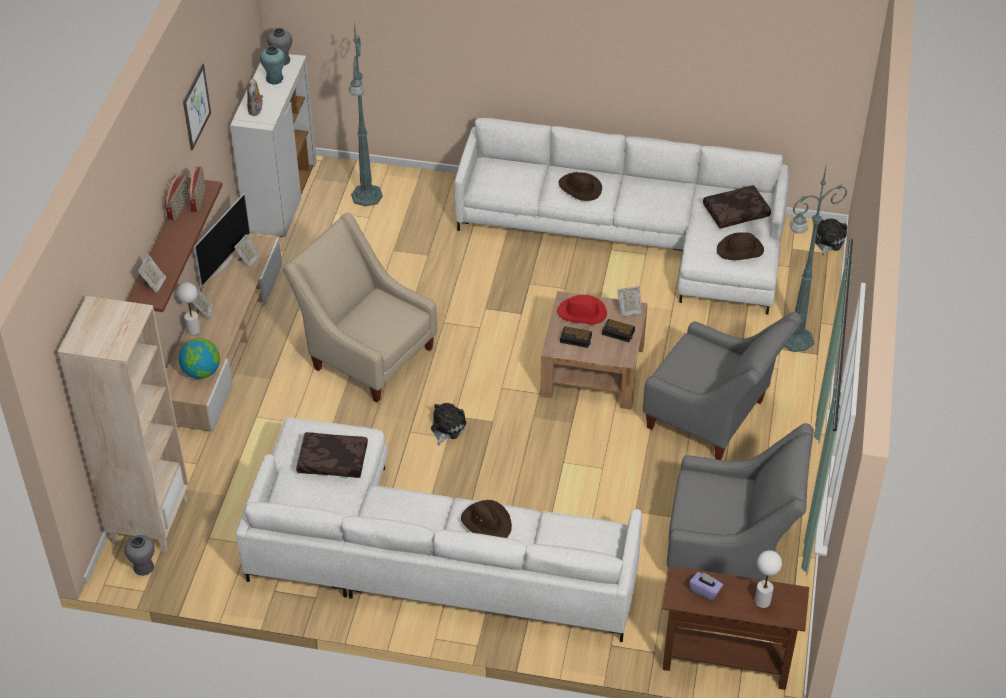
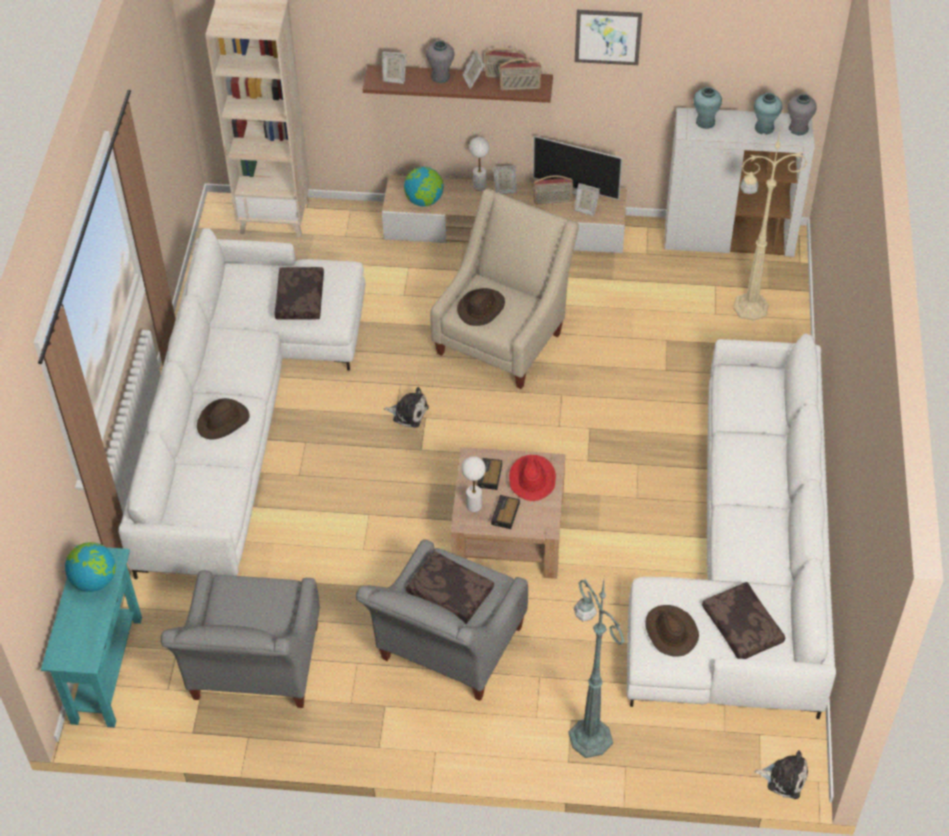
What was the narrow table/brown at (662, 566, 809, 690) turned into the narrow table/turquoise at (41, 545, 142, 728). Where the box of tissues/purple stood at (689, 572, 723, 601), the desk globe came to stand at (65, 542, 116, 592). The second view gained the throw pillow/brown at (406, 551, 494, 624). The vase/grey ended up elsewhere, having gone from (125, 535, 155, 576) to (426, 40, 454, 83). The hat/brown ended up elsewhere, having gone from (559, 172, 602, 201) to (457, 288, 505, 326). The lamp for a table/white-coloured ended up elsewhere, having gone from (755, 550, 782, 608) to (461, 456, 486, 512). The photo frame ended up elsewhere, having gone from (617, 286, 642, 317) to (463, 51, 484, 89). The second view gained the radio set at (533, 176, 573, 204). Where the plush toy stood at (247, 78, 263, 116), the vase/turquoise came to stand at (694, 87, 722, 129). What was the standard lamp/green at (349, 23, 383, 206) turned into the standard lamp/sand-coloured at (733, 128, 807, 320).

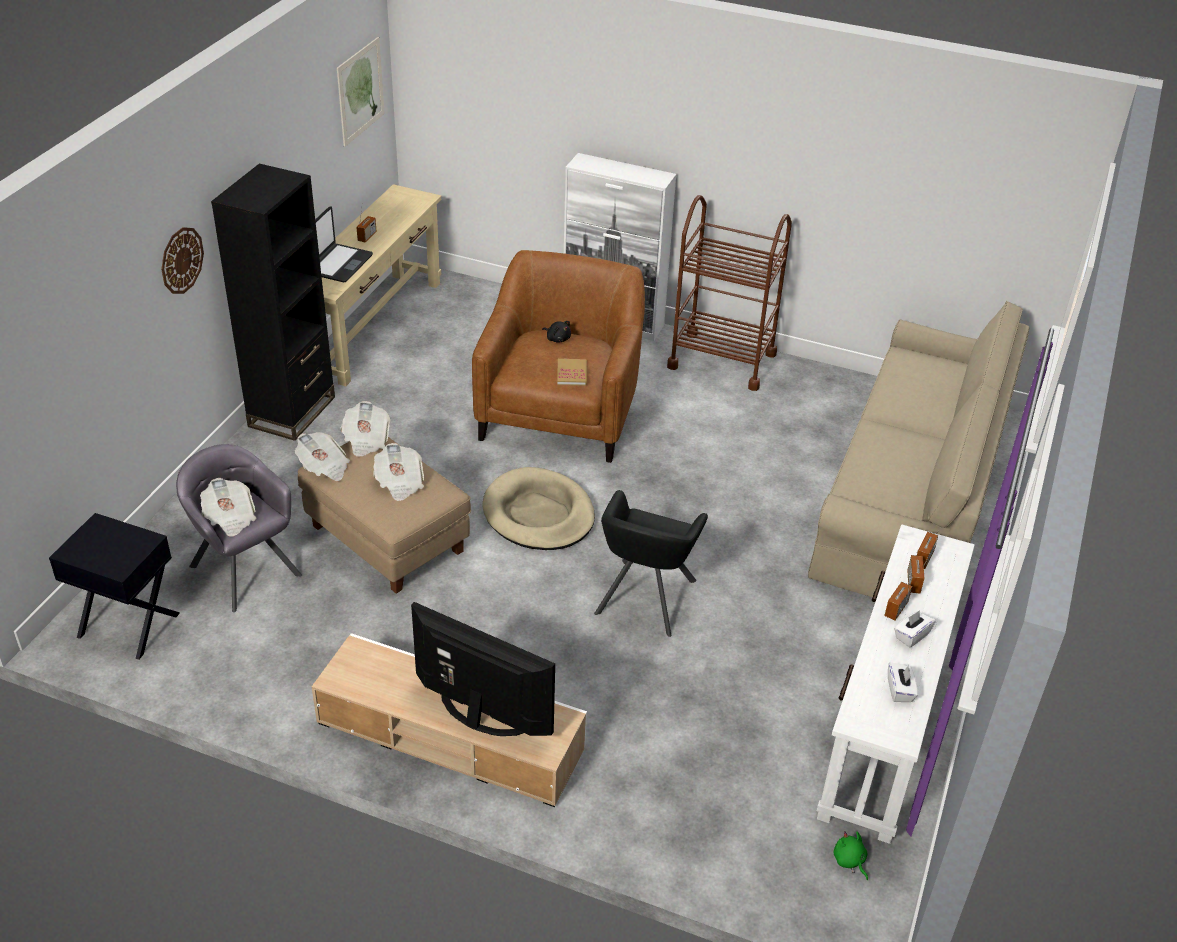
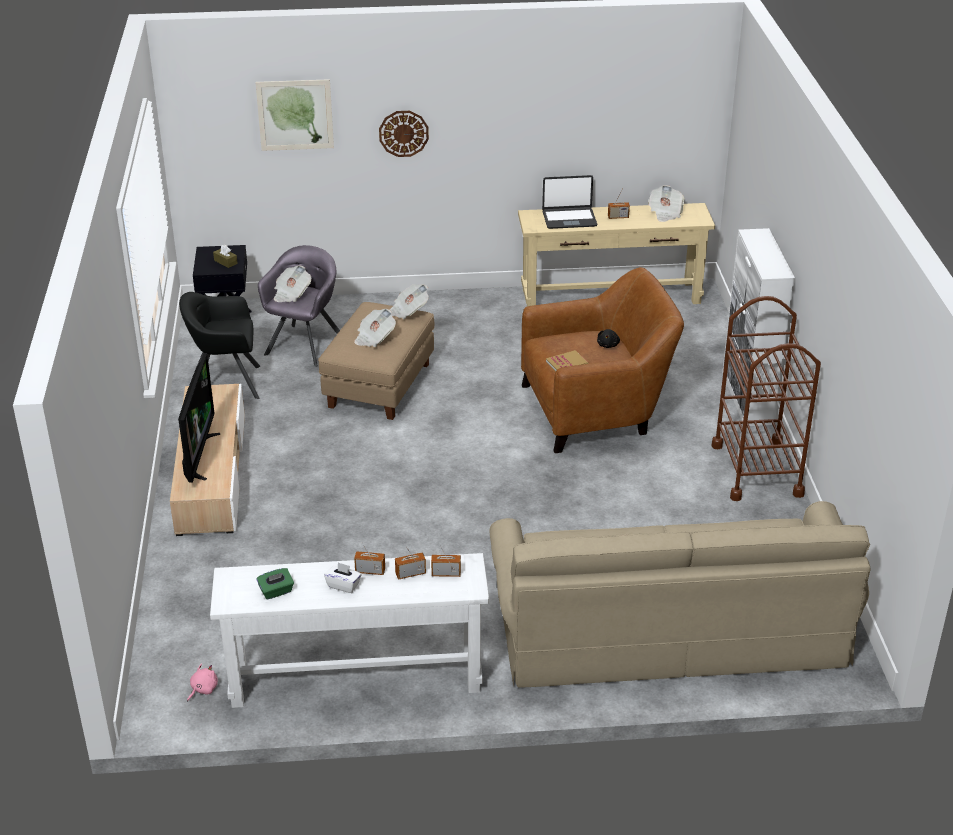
The easy chair/blackish ended up elsewhere, having gone from (594, 490, 708, 637) to (179, 292, 260, 399). What was the plush toy/green at (833, 831, 868, 880) turned into the plush toy/pink at (187, 664, 218, 701). The second view gained the box of tissues/brown at (213, 245, 238, 268). The wall art ended up elsewhere, having gone from (337, 37, 385, 147) to (256, 79, 334, 151). What was the box of tissues/white-coloured at (888, 662, 918, 702) turned into the box of tissues/green at (256, 568, 294, 599). The newspaper ended up elsewhere, having gone from (295, 432, 350, 481) to (648, 185, 685, 222). The second view lost the bookcase/blackish at (211, 164, 335, 441). The second view lost the dog cushion/sand-coloured at (482, 467, 595, 550).

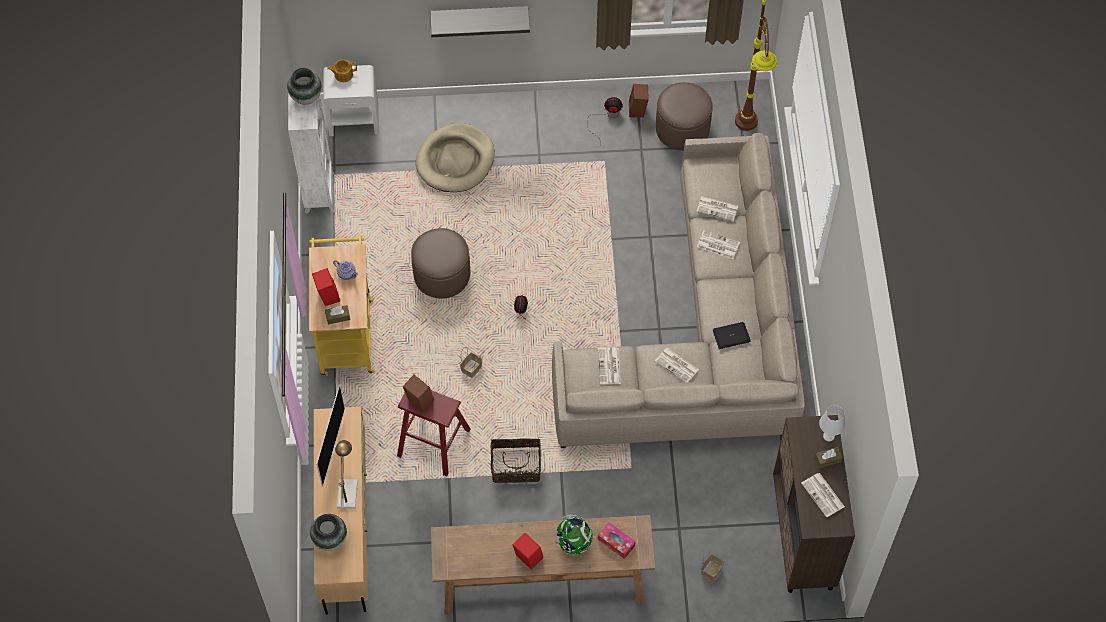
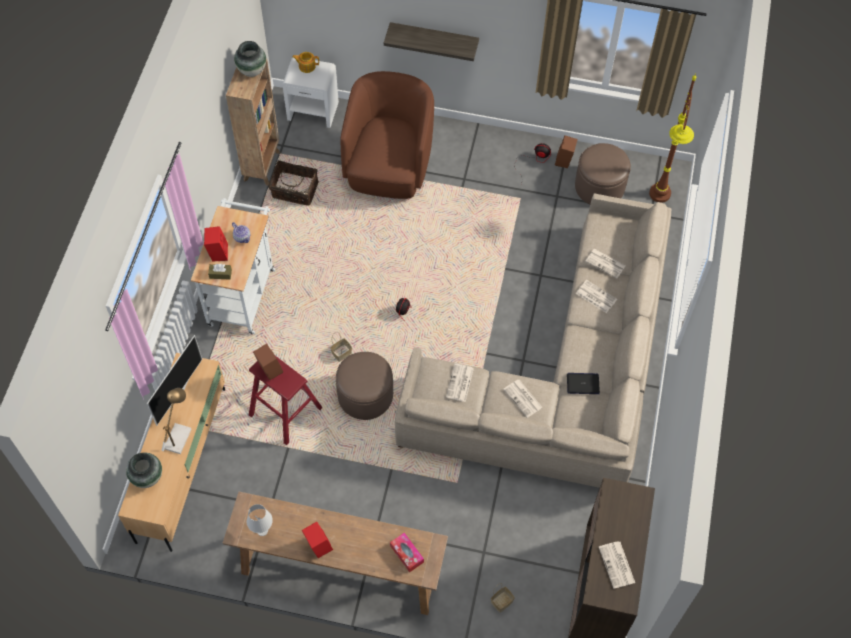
What was the cart/yellowish at (309, 235, 374, 376) turned into the cart/white-coloured at (191, 198, 275, 335). What was the bookcase/white-coloured at (288, 93, 335, 214) turned into the bookcase/brown at (226, 58, 280, 186). The lamp for a table/white-coloured ended up elsewhere, having gone from (819, 405, 846, 441) to (246, 504, 273, 536). The storage basket ended up elsewhere, having gone from (491, 438, 541, 485) to (268, 160, 319, 206). The footrest/brown ended up elsewhere, having gone from (411, 228, 470, 299) to (336, 352, 393, 420). Where the dog cushion/sand-coloured stood at (416, 123, 494, 192), the easy chair/brown came to stand at (340, 71, 434, 199). The second view lost the desk globe at (555, 515, 594, 556). The second view lost the box of tissues/brown at (815, 447, 843, 468).

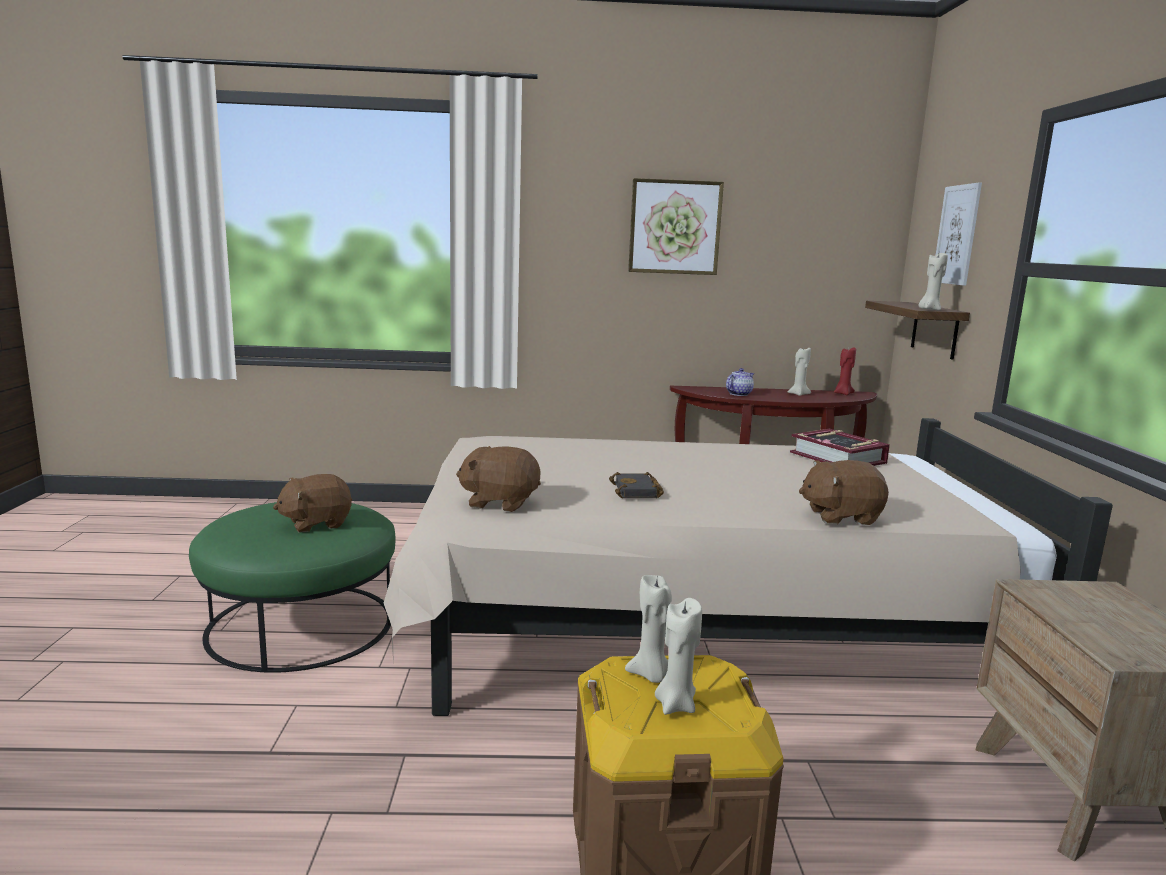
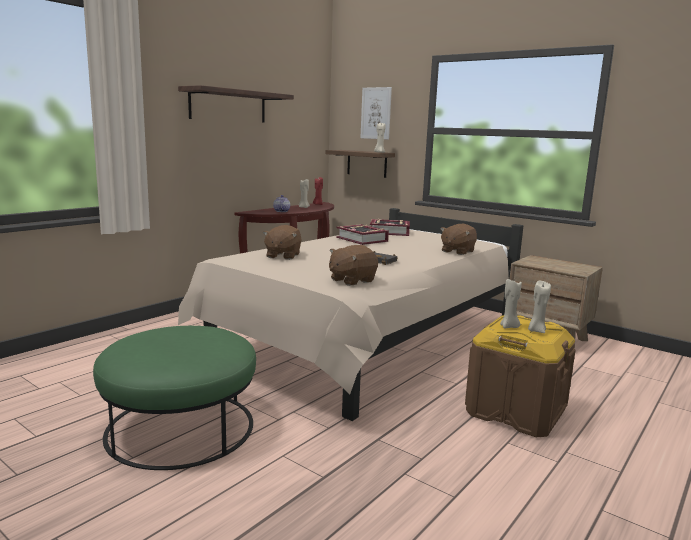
Where the wall art hung at (628, 178, 724, 275), the wall shelf came to hang at (178, 85, 294, 123). The plush toy/brown ended up elsewhere, having gone from (273, 474, 352, 532) to (263, 225, 302, 260). The second view gained the book at (336, 224, 389, 245).

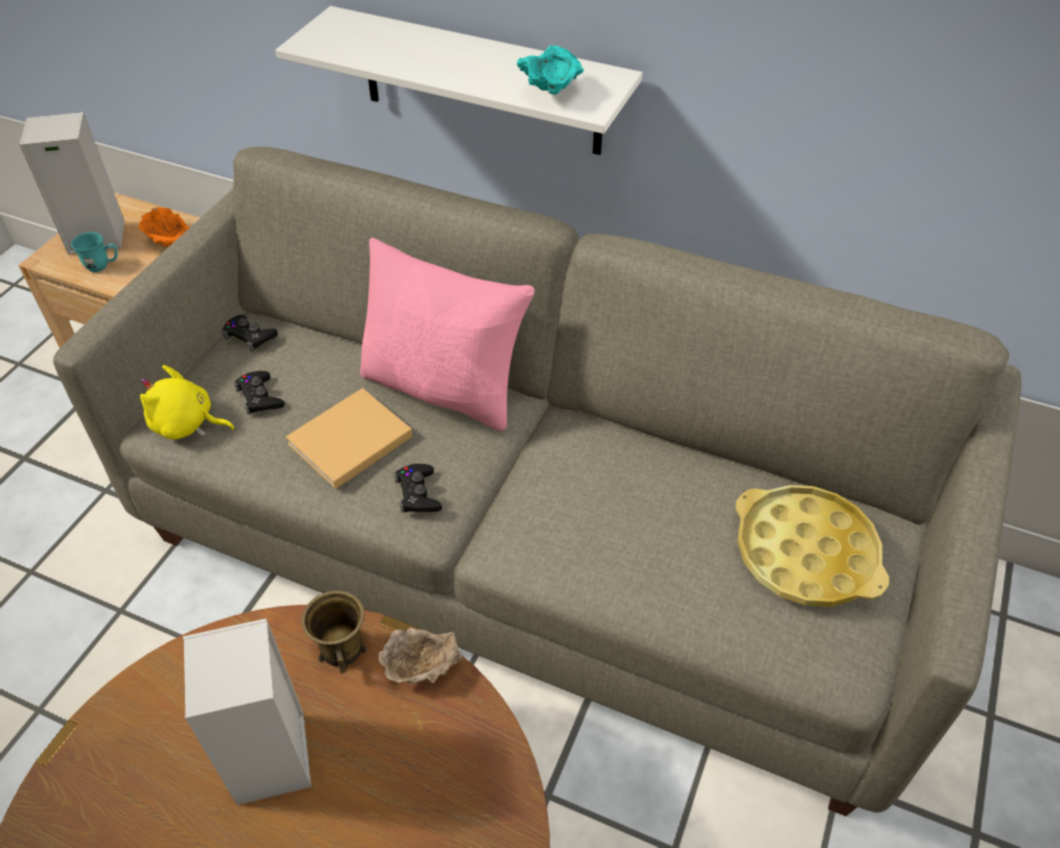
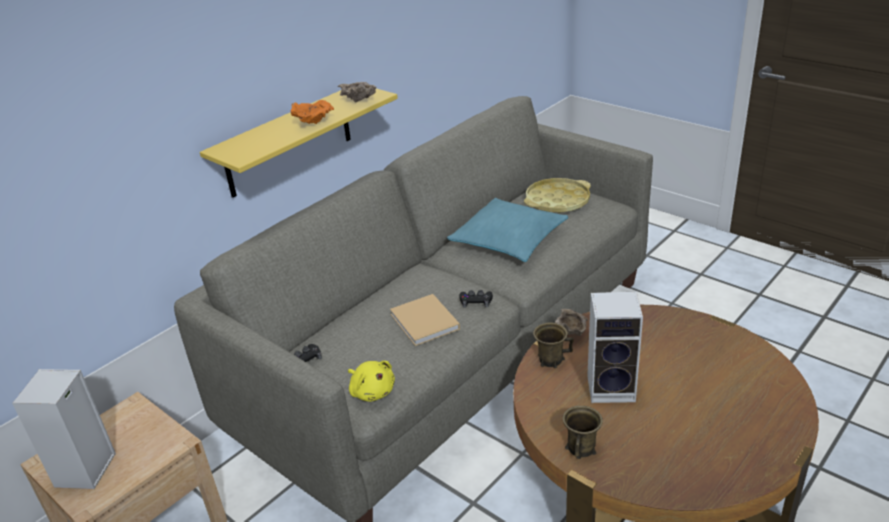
What was the wall shelf/white-coloured at (275, 6, 643, 155) turned into the wall shelf/yellowish at (200, 88, 398, 198). The deep dish/orange-coloured ended up elsewhere, having gone from (138, 207, 190, 246) to (290, 100, 334, 124). What was the deep dish/turquoise at (517, 45, 584, 95) turned into the deep dish/sand-coloured at (338, 82, 376, 103). The plush toy/yellowish at (140, 365, 235, 440) ended up facing another way, 75 degrees counterclockwise from before. The second view gained the throw pillow/turquoise at (447, 198, 568, 262). The second view gained the coffee mug/brown at (563, 406, 603, 459). The second view lost the coffee mug/turquoise at (71, 232, 118, 272). The second view lost the gamepad/blackish at (234, 371, 285, 415). The second view lost the throw pillow/pink at (360, 238, 535, 431).

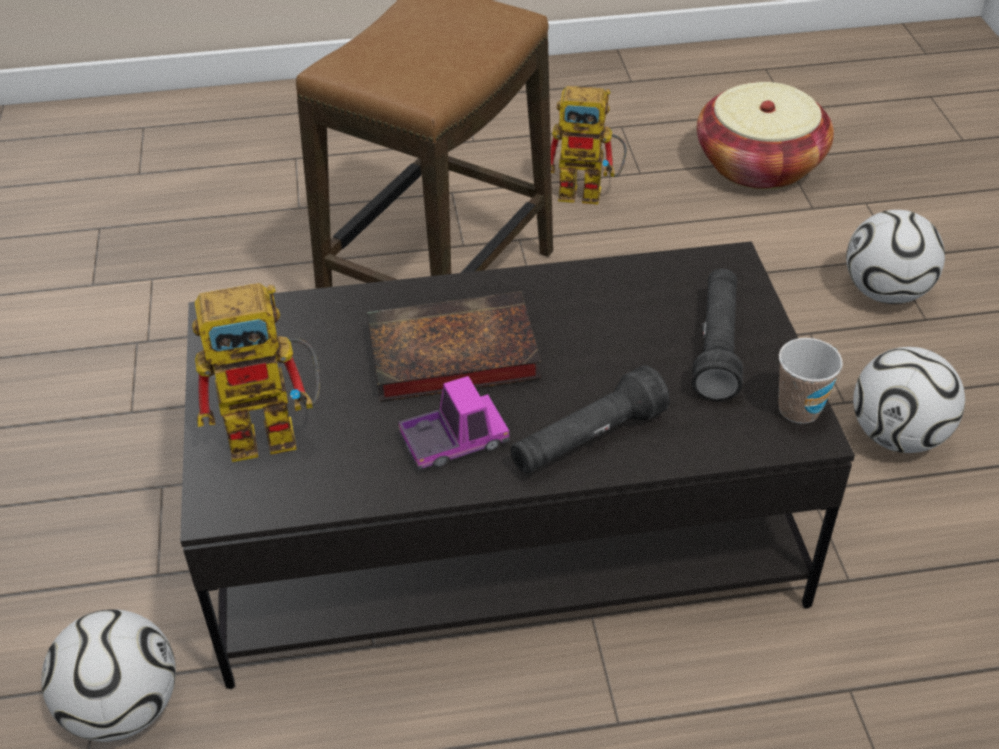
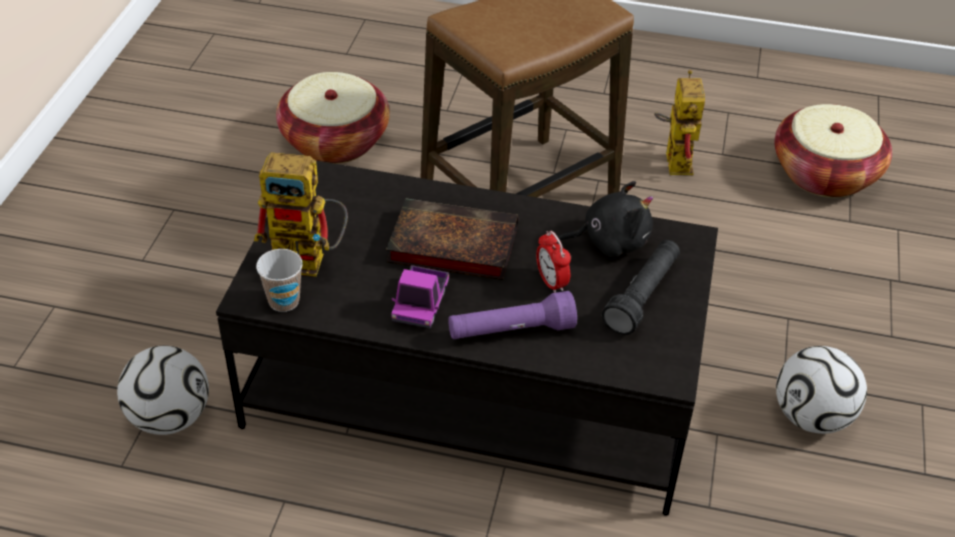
The cup ended up elsewhere, having gone from (778, 338, 843, 424) to (256, 249, 303, 312). The second view gained the storage basket at (276, 72, 390, 164). The model truck at (399, 376, 509, 470) ended up facing another way, 105 degrees clockwise from before. What was the torch/blackish at (511, 365, 670, 474) turned into the torch/purple at (448, 291, 577, 339). The second view gained the alarm clock at (536, 231, 571, 293). The second view gained the plush toy/blackish at (556, 181, 653, 257). The model robot at (551, 86, 627, 205) ended up facing another way, 120 degrees counterclockwise from before. The second view lost the football at (846, 210, 945, 304).

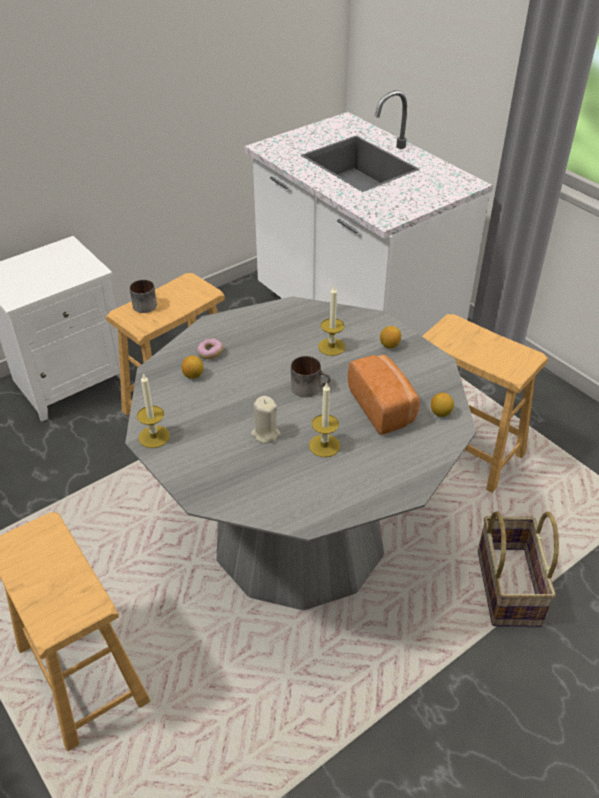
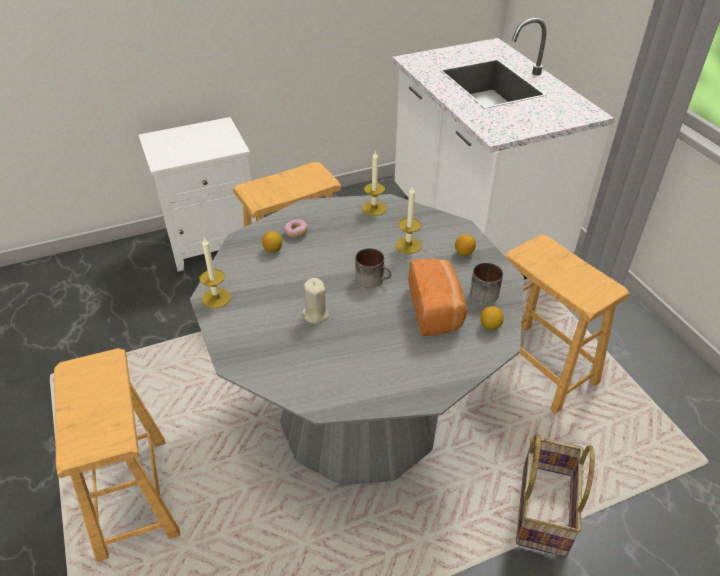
The wax light ended up elsewhere, having gone from (309, 382, 340, 457) to (362, 152, 387, 216). The coffee mug ended up elsewhere, having gone from (130, 280, 157, 313) to (470, 263, 503, 303).

